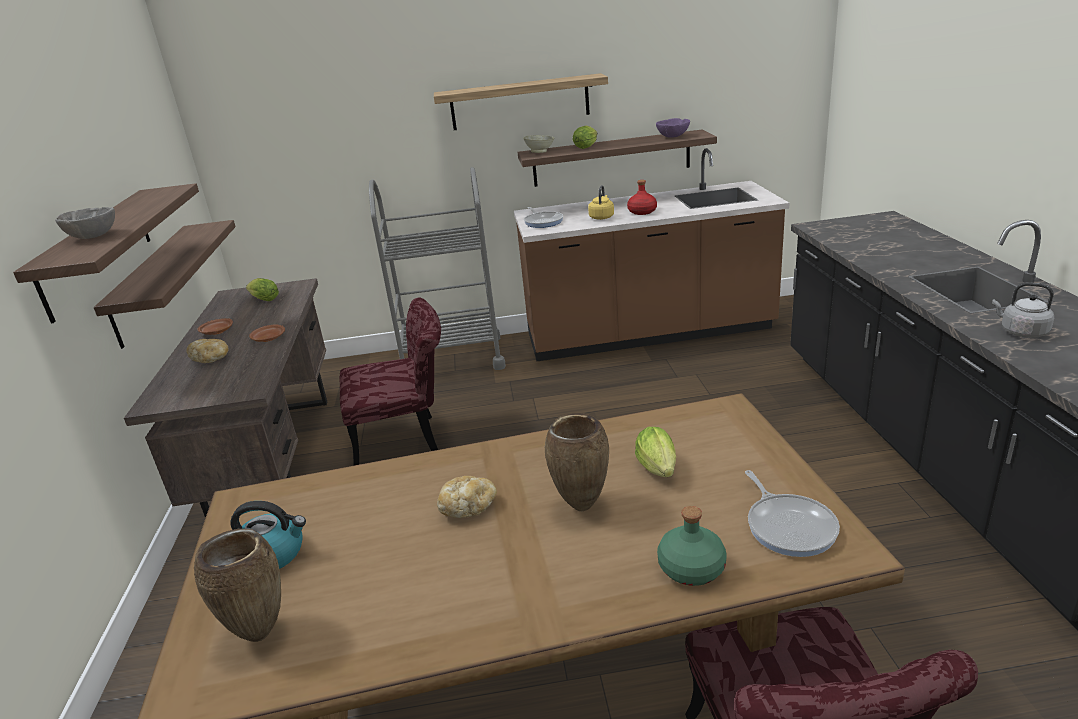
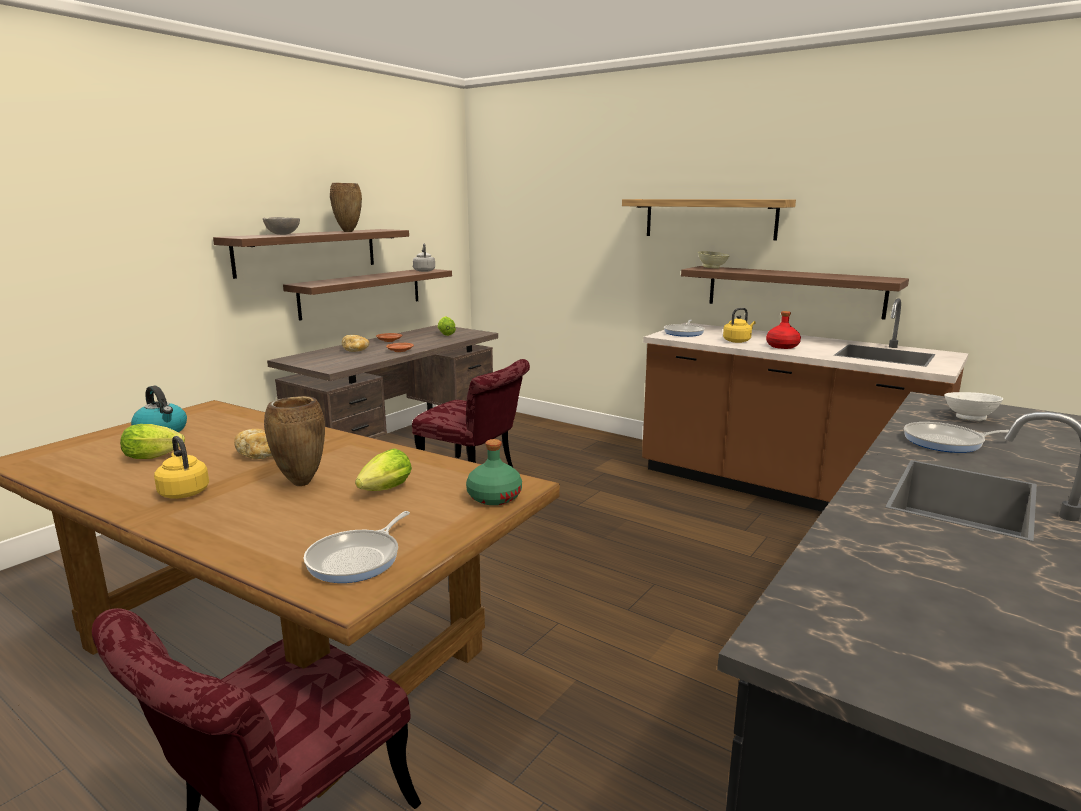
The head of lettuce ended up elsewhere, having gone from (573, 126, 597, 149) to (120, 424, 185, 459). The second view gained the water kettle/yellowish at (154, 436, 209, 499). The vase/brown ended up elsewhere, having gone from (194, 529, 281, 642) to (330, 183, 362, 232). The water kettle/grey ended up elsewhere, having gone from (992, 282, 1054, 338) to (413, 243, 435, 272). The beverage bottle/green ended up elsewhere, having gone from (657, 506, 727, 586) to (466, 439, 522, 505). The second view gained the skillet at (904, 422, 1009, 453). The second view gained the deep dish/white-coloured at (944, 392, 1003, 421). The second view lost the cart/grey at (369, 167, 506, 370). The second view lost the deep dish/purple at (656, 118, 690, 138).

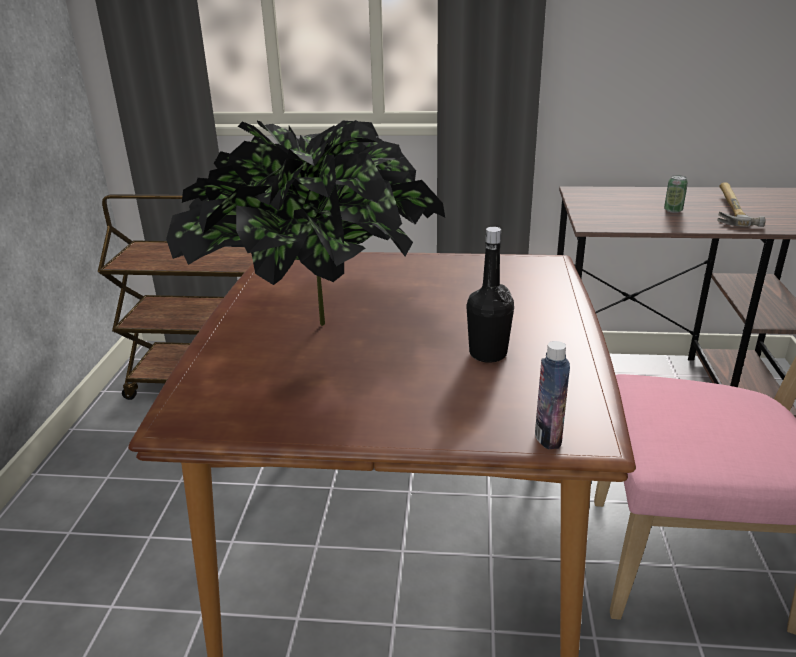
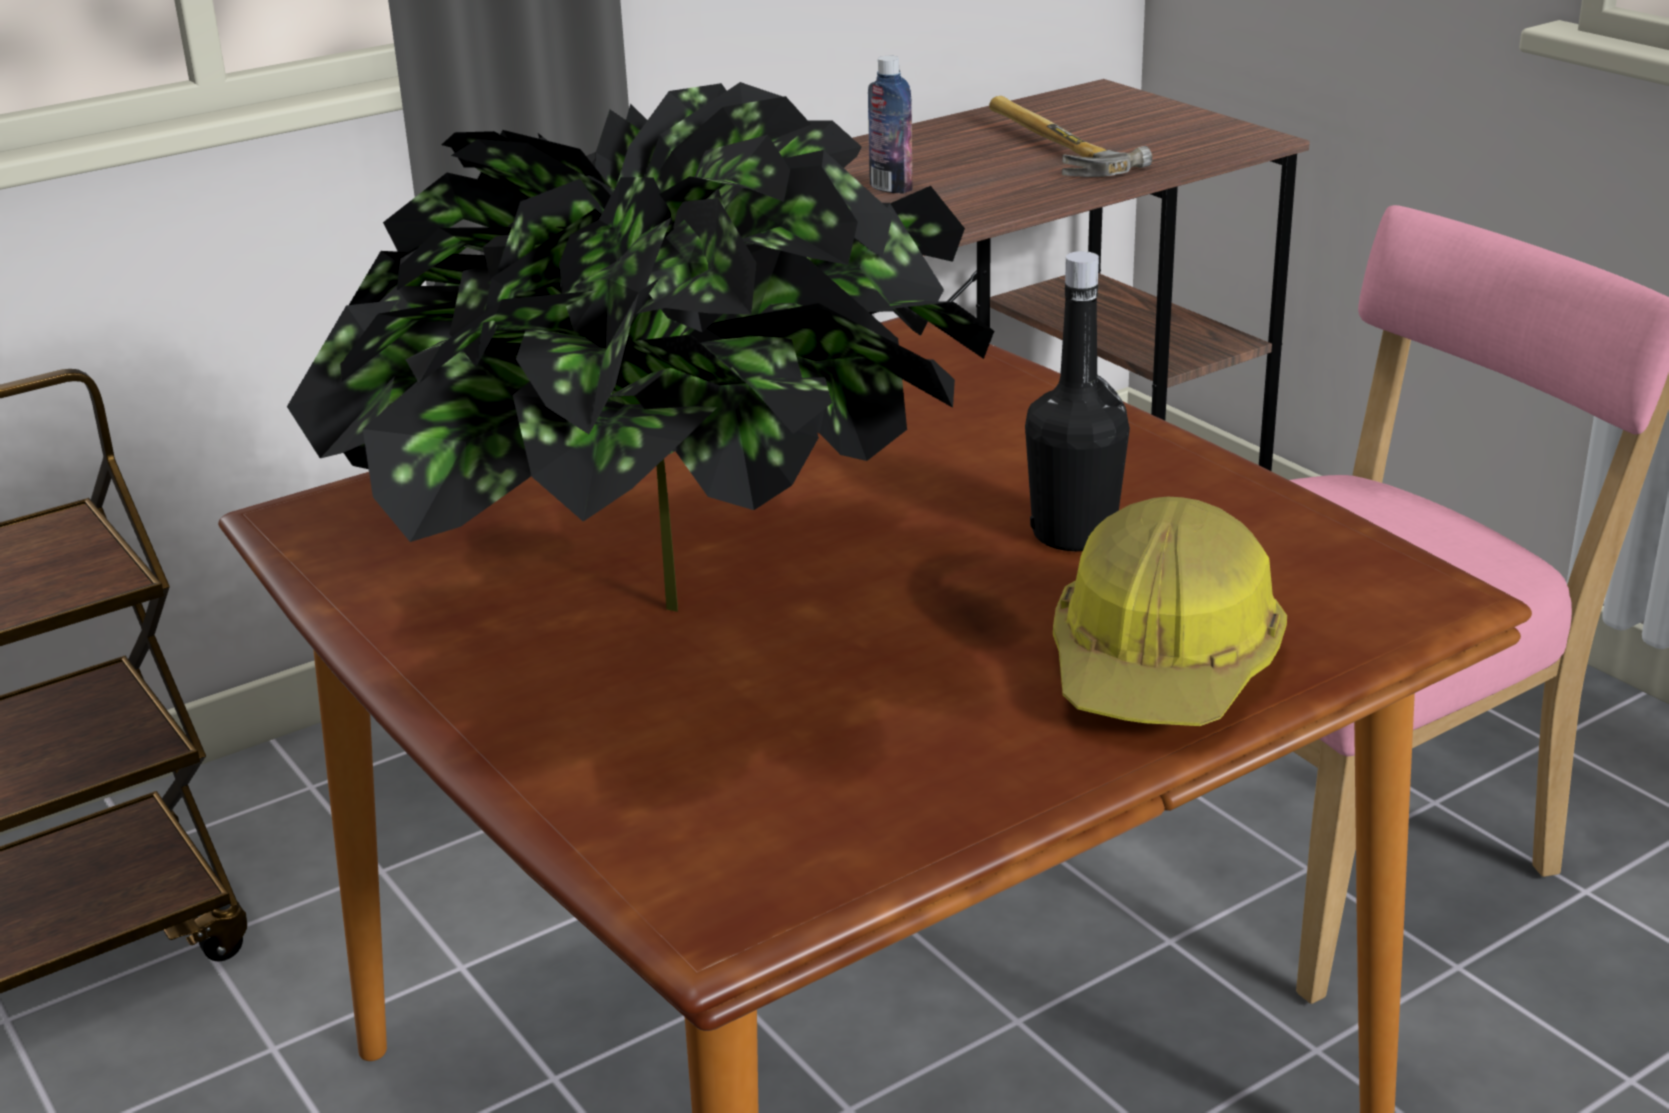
The beverage bottle ended up elsewhere, having gone from (535, 341, 570, 449) to (868, 56, 913, 194). The second view gained the safety helmet at (1053, 497, 1287, 726). The second view lost the metal can at (664, 175, 688, 213).

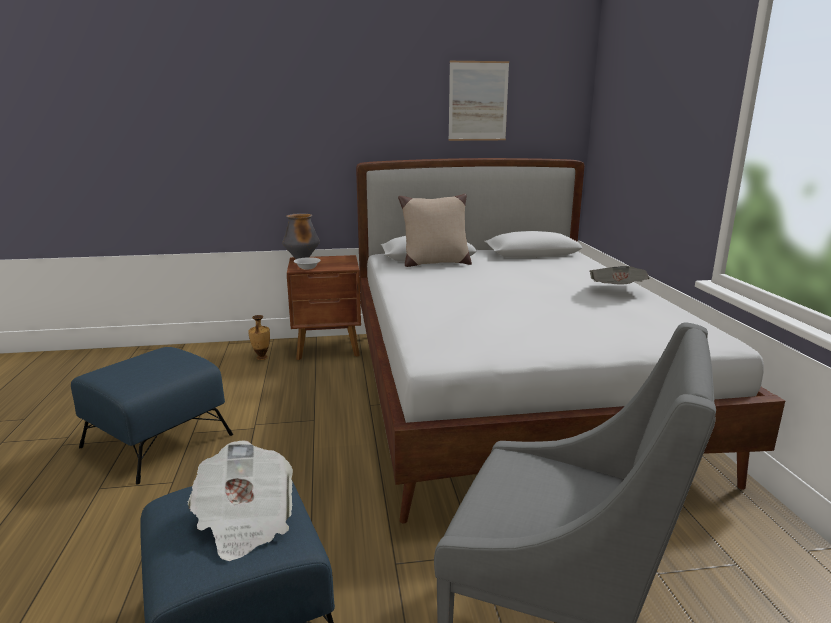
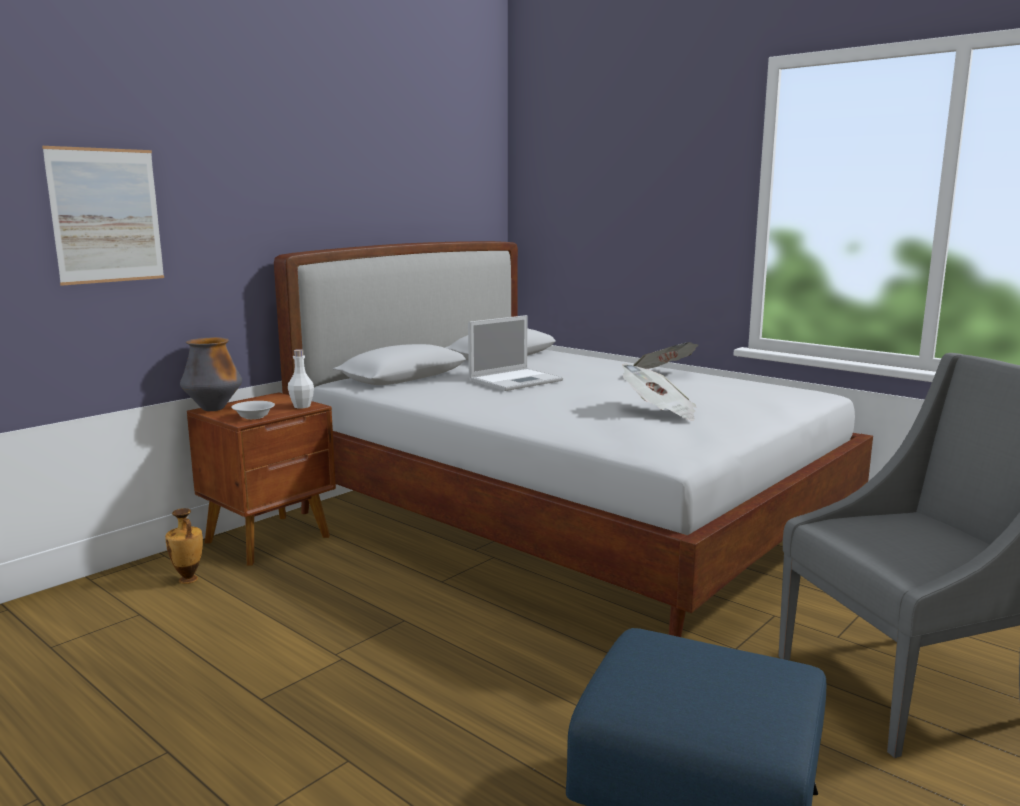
The wall art ended up elsewhere, having gone from (448, 61, 509, 141) to (42, 146, 164, 286). The second view gained the beverage bottle/white-coloured at (288, 349, 314, 408). The second view gained the laptop at (468, 315, 563, 391). The newspaper ended up elsewhere, having gone from (188, 441, 293, 561) to (622, 364, 696, 421). The second view lost the footrest/blue at (71, 347, 233, 485). The second view lost the throw pillow/sand-coloured at (398, 194, 472, 267).

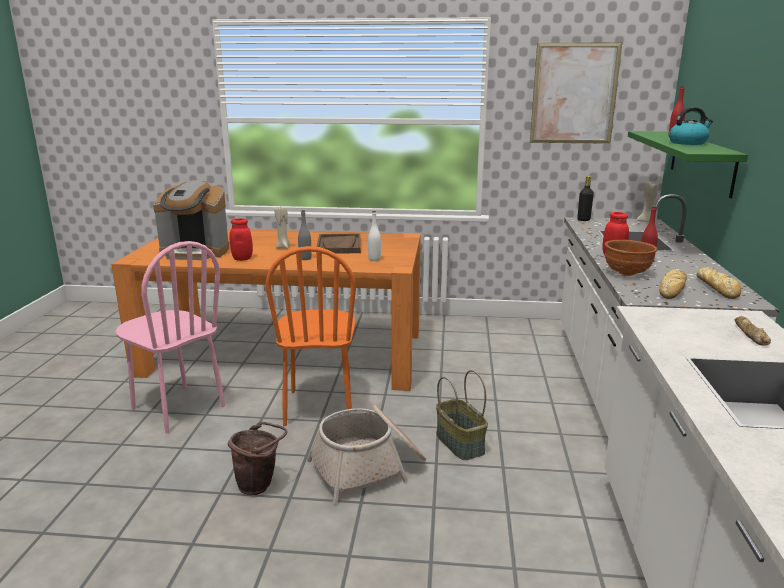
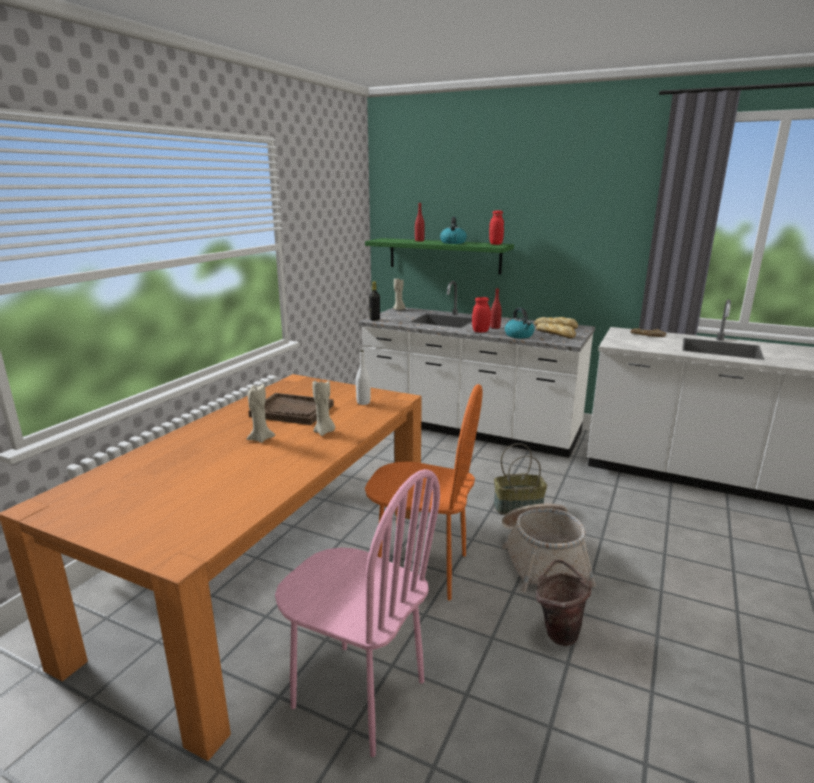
The chair/pink at (116, 241, 225, 434) ended up facing another way, 60 degrees clockwise from before. Where the beverage bottle/grey stood at (298, 210, 312, 260), the wax light/sand-coloured came to stand at (312, 381, 335, 436). The jar/red ended up elsewhere, having gone from (229, 218, 253, 261) to (489, 211, 504, 245). Where the deep dish/brown stood at (605, 240, 657, 276), the water kettle came to stand at (505, 307, 535, 338). The second view lost the coffee machine at (153, 180, 229, 260). The second view lost the wall art at (530, 43, 622, 144).

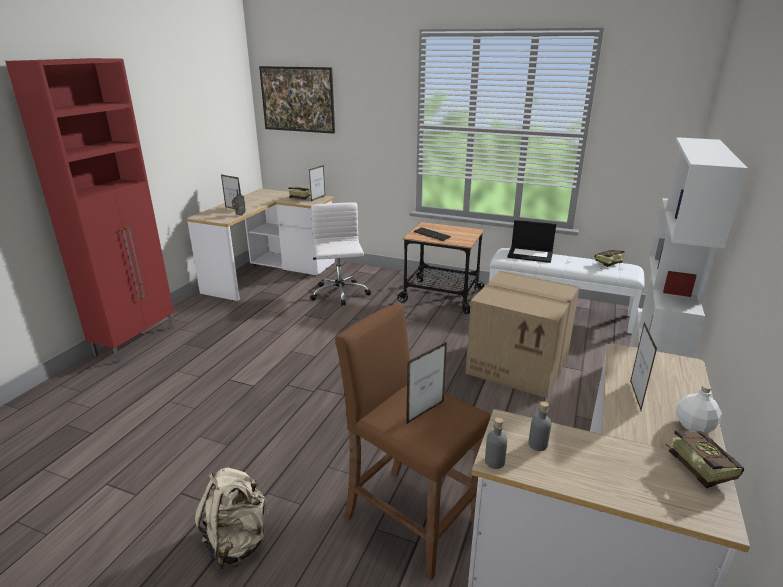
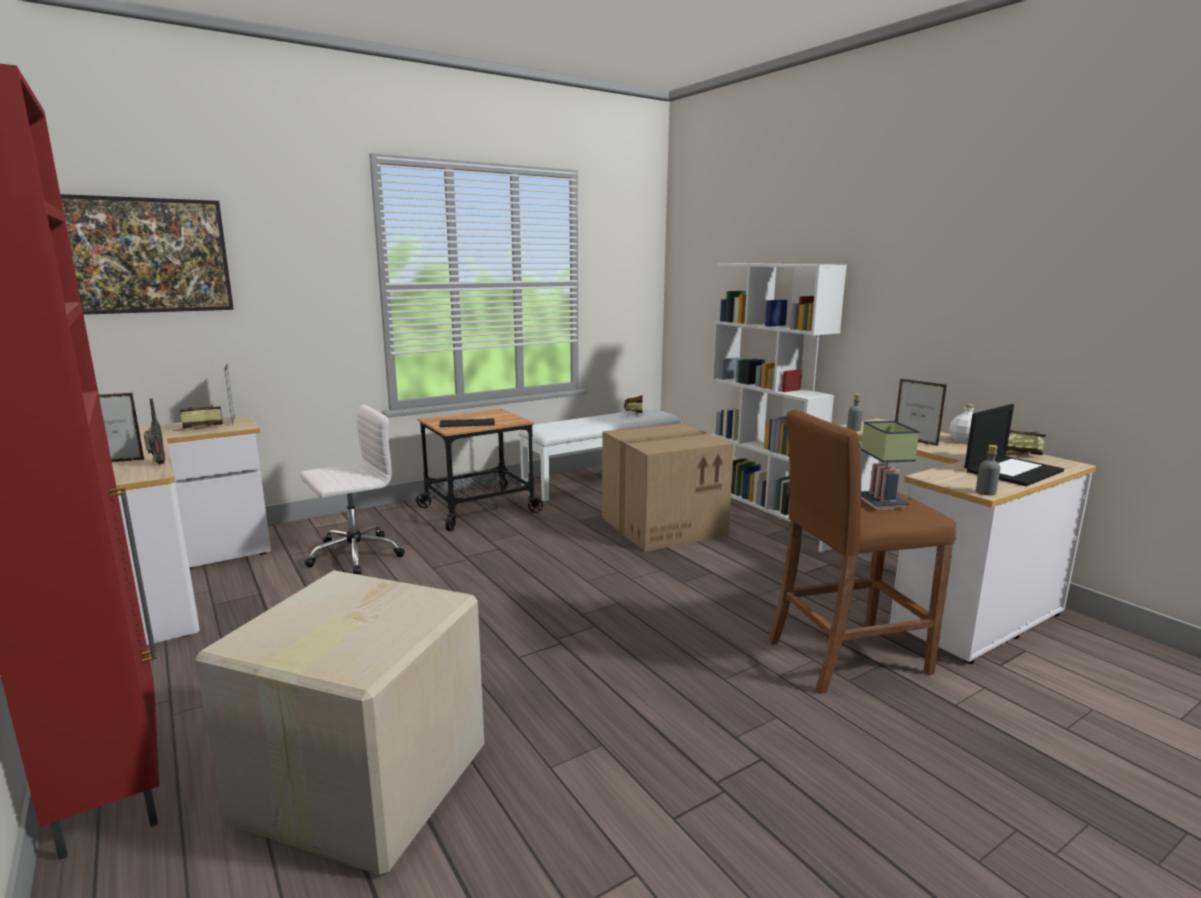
The second view gained the packing box at (196, 570, 484, 875). The computer chair/white-coloured at (310, 202, 371, 305) ended up facing another way, 120 degrees clockwise from before. The beverage bottle/grey ended up elsewhere, having gone from (528, 401, 552, 451) to (847, 394, 863, 431). Where the photo frame stood at (406, 342, 447, 424), the lamp for a table came to stand at (861, 421, 919, 510). The laptop ended up elsewhere, having gone from (507, 220, 556, 263) to (964, 404, 1064, 486). The second view lost the rucksack/sand-coloured at (194, 468, 268, 569).

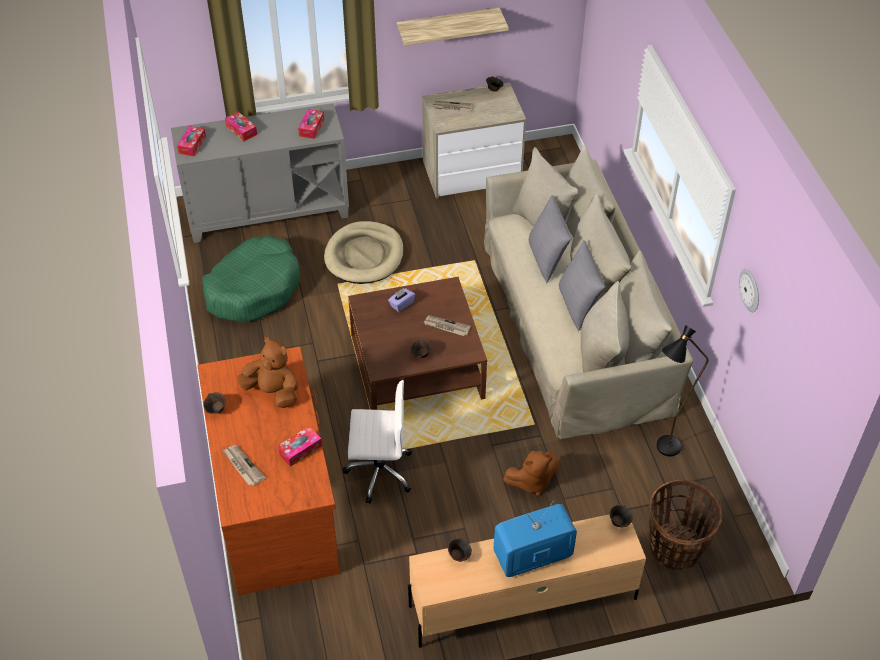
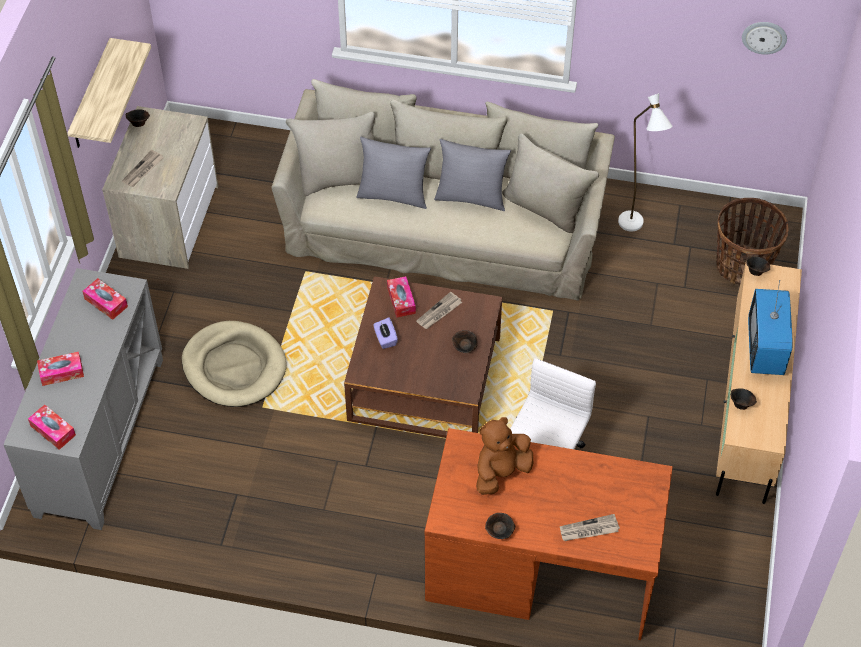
The box of tissues ended up elsewhere, having gone from (277, 426, 322, 467) to (387, 276, 416, 318). What was the standard lamp/blackish at (656, 325, 709, 456) turned into the standard lamp/white-coloured at (618, 93, 673, 232). The hanging clock ended up elsewhere, having gone from (739, 269, 759, 312) to (742, 22, 787, 54). The second view lost the dog cushion/green at (202, 236, 300, 322). The second view lost the plush toy/brown at (503, 451, 560, 496).

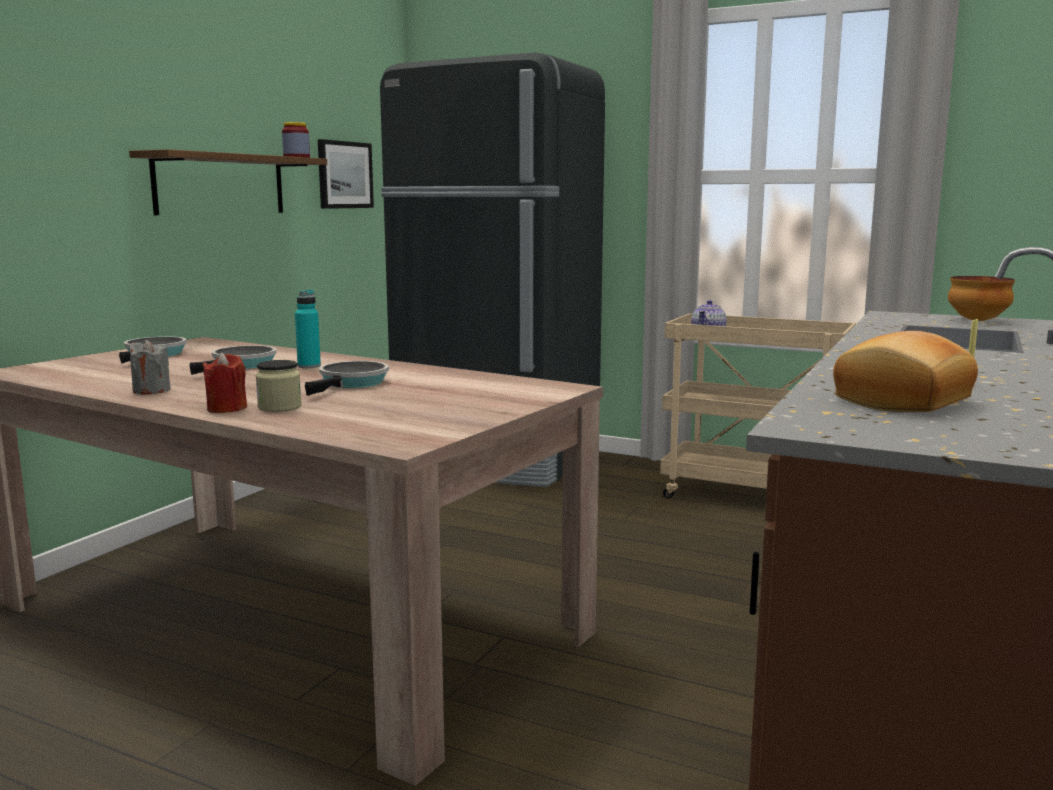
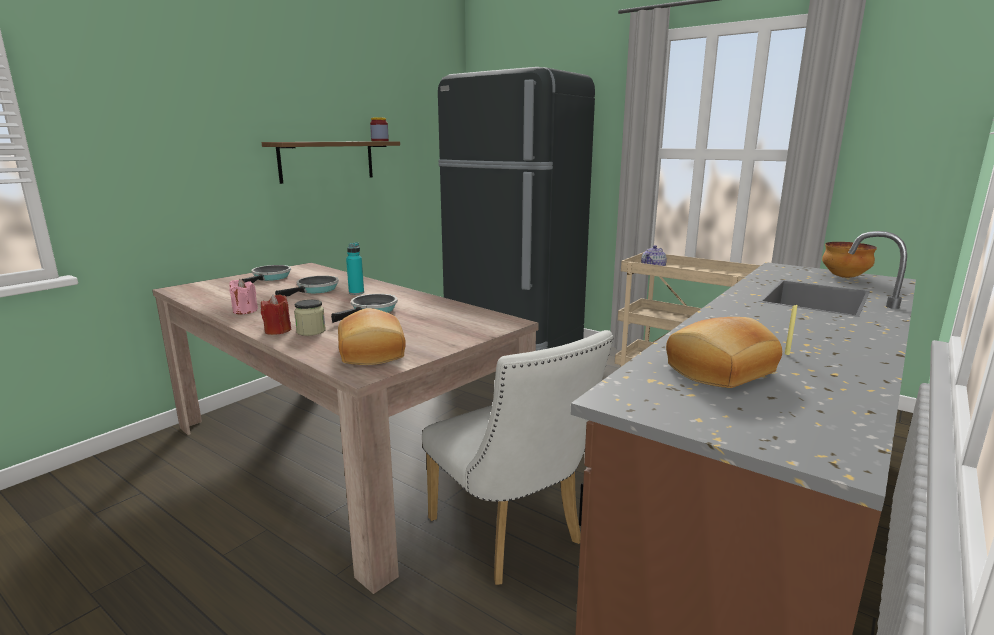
What was the wax light/grey at (129, 340, 171, 395) turned into the wax light/pink at (229, 279, 258, 315). The second view gained the bakery bread at (338, 308, 406, 365). The second view gained the chair/white-coloured at (422, 330, 613, 585). The second view lost the wall art at (318, 139, 374, 209).

